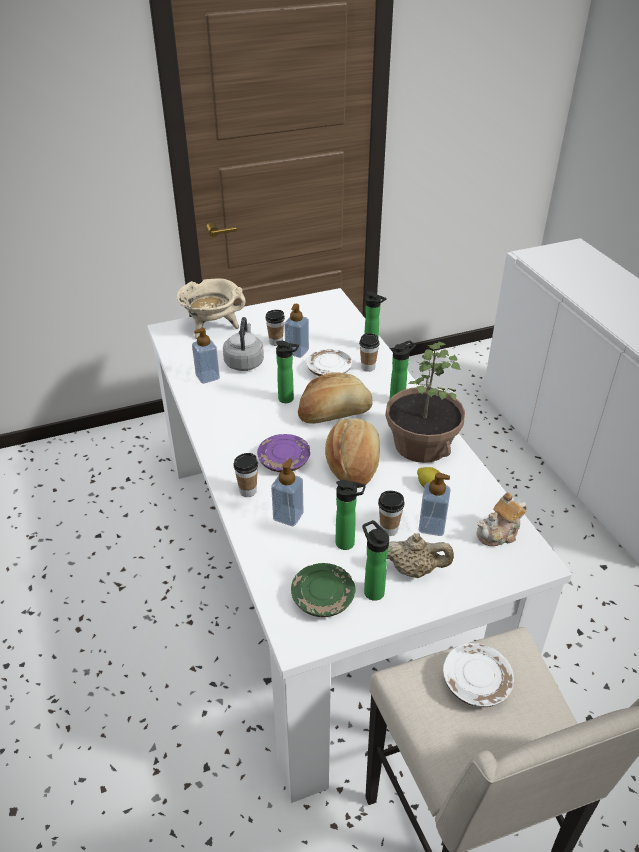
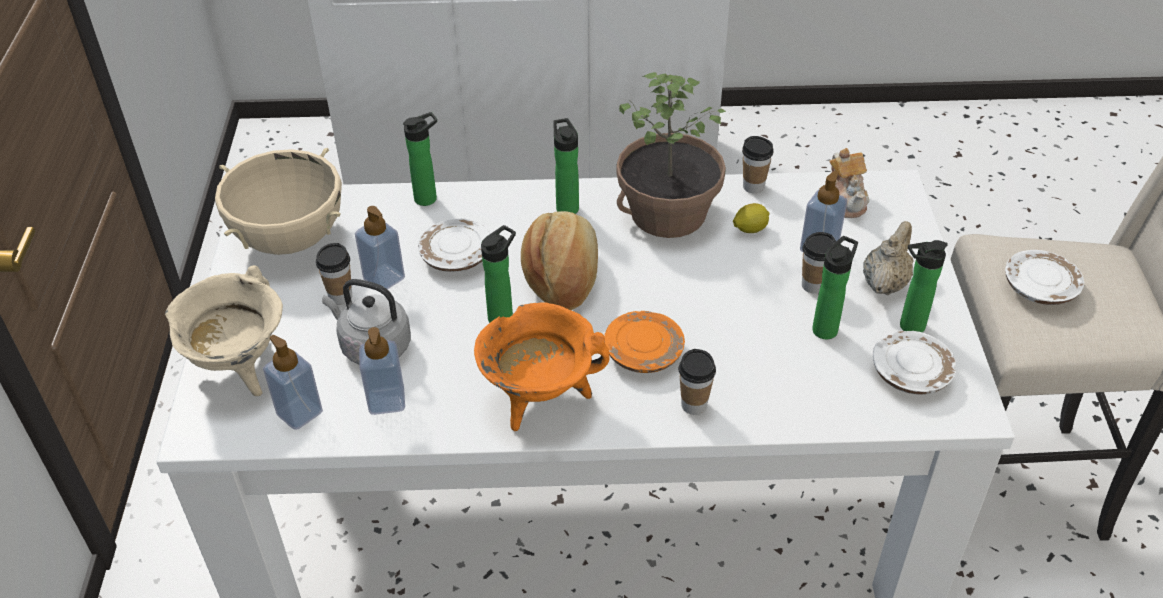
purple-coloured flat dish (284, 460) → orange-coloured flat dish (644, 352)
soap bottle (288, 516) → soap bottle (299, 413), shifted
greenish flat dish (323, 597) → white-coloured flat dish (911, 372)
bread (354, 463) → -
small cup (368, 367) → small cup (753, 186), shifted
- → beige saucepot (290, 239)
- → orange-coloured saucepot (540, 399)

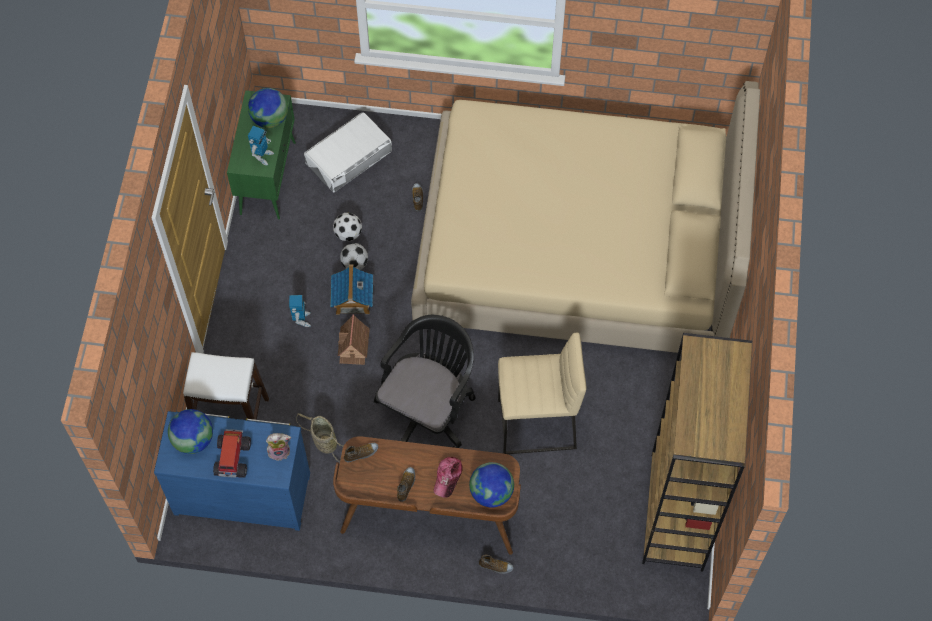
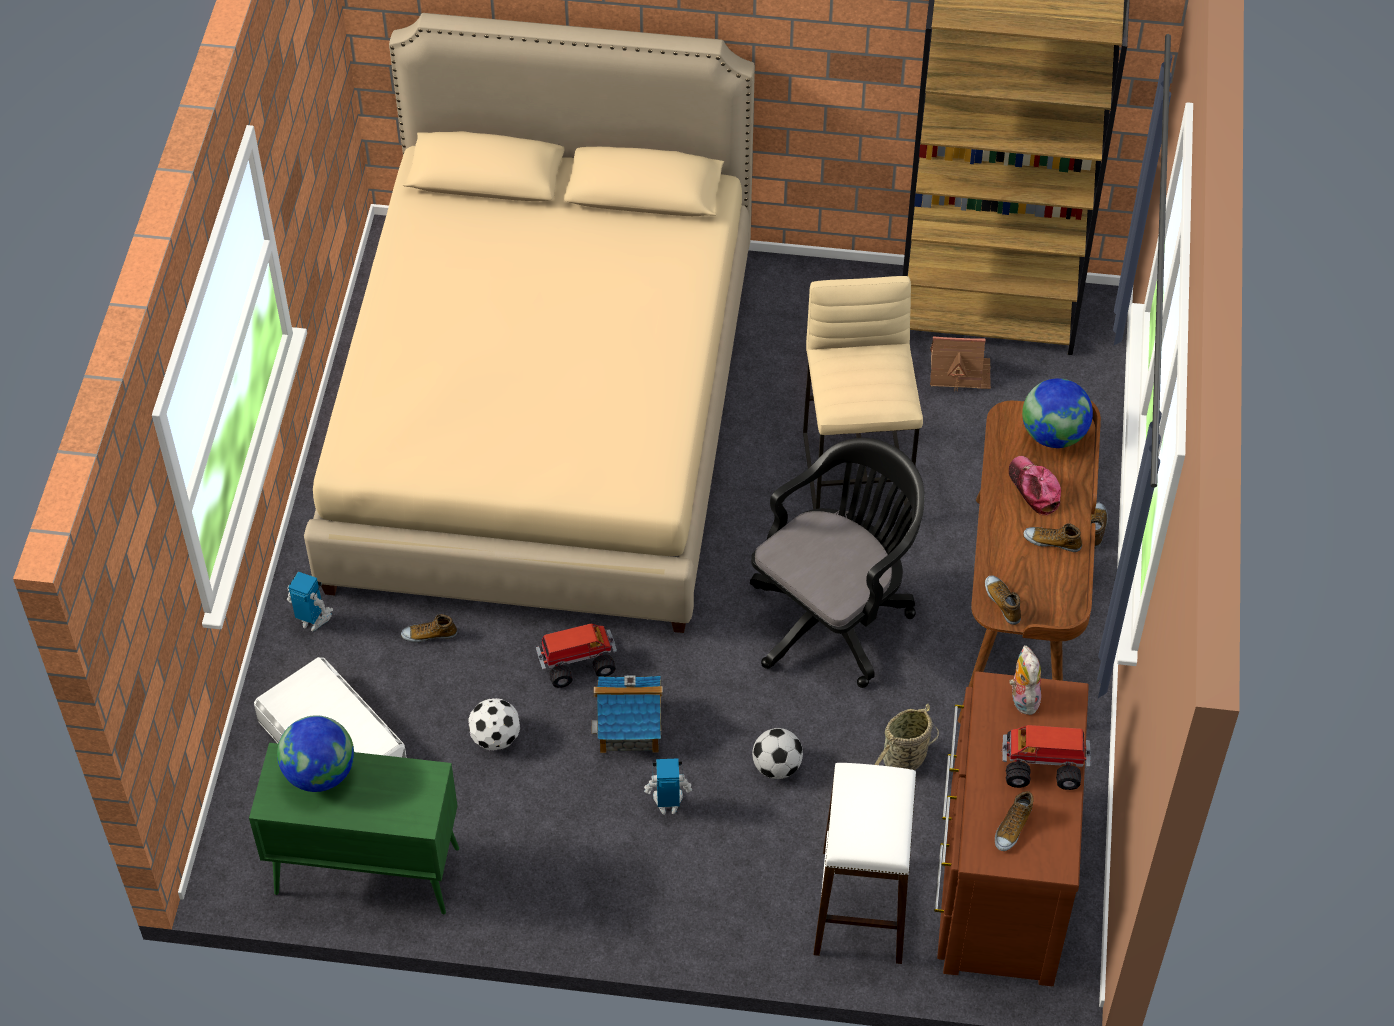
bluish chest of drawers (242, 490) → brown-coloured chest of drawers (998, 881)
world globe (193, 440) → item of footwear (1012, 827)
robot figure (262, 156) → robot figure (313, 621), shifted
model house (353, 346) → model house (959, 372), shifted
ball for football (354, 263) → ball for football (776, 767), shifted
black-coloured desk chair (428, 409) → black-coloured desk chair (835, 616), 105 degrees clockwise
cap (448, 477) → cap (1034, 488), 135 degrees counterclockwise
- → toy lorry (576, 663)

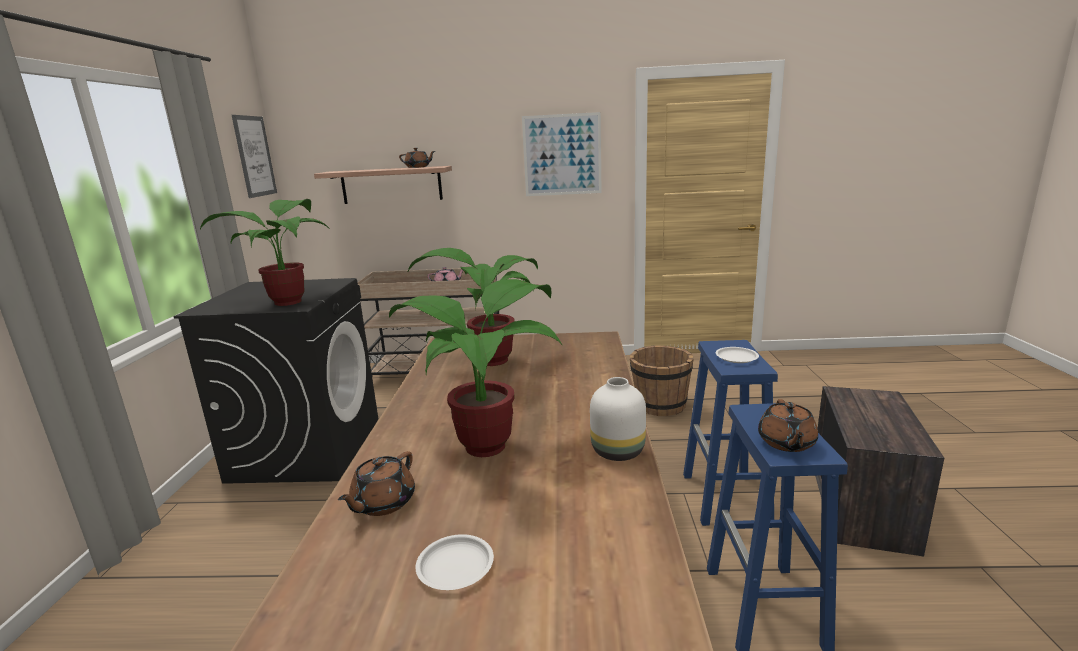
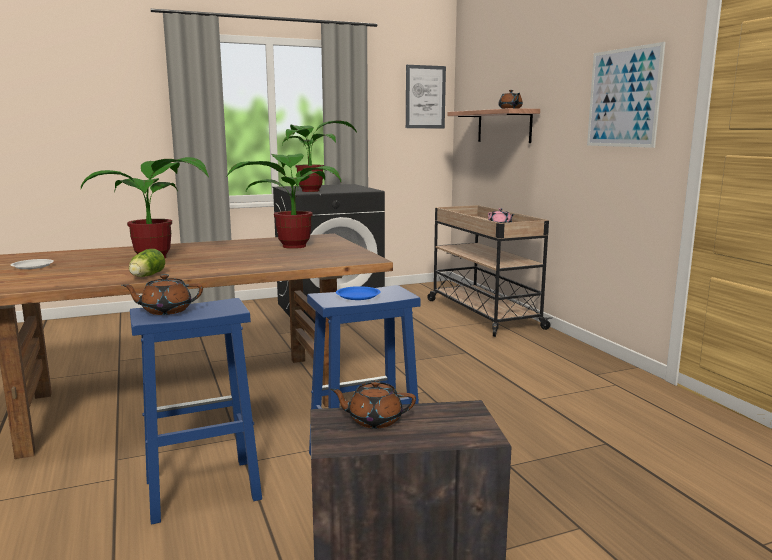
brown-coloured pot for tea (382, 503) → brown-coloured pot for tea (374, 420), shifted
white-coloured vase (617, 450) → head of lettuce (146, 276)
brown-coloured water bucket (660, 406) → -
white-coloured flat dish (736, 358) → bluish flat dish (357, 296)

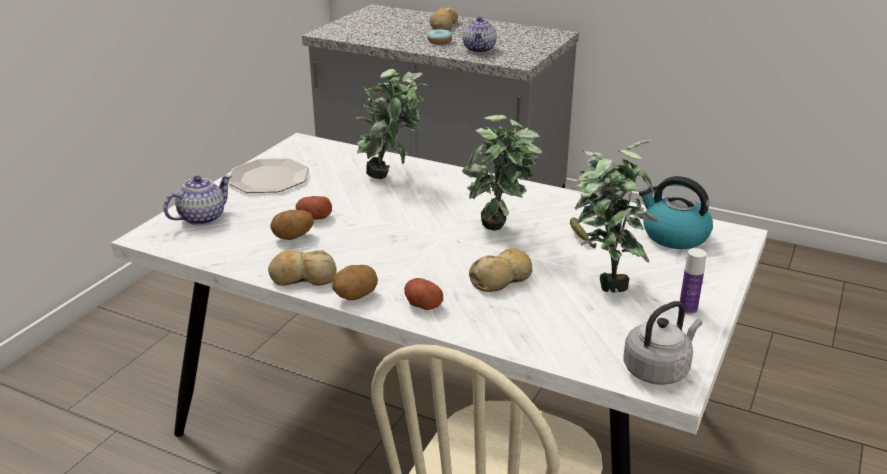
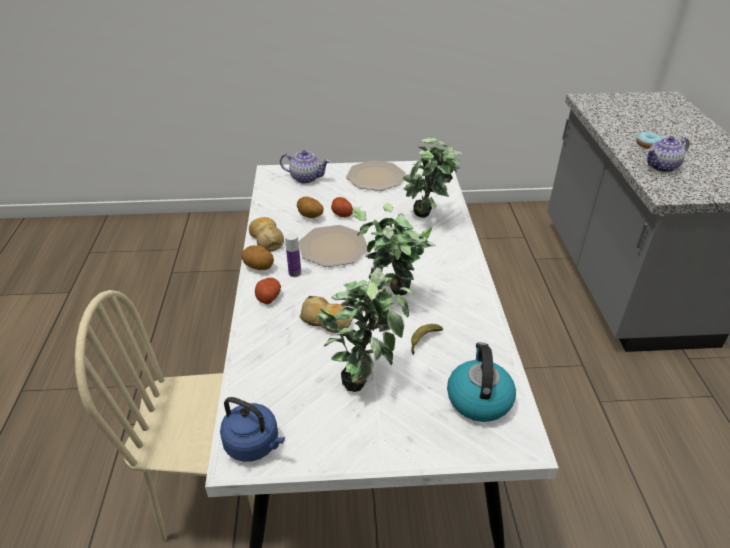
bread (443, 25) → -
greyish tea kettle (658, 370) → bluish tea kettle (254, 444)
drink bottle (687, 309) → drink bottle (295, 273), shifted
- → flat dish (332, 247)

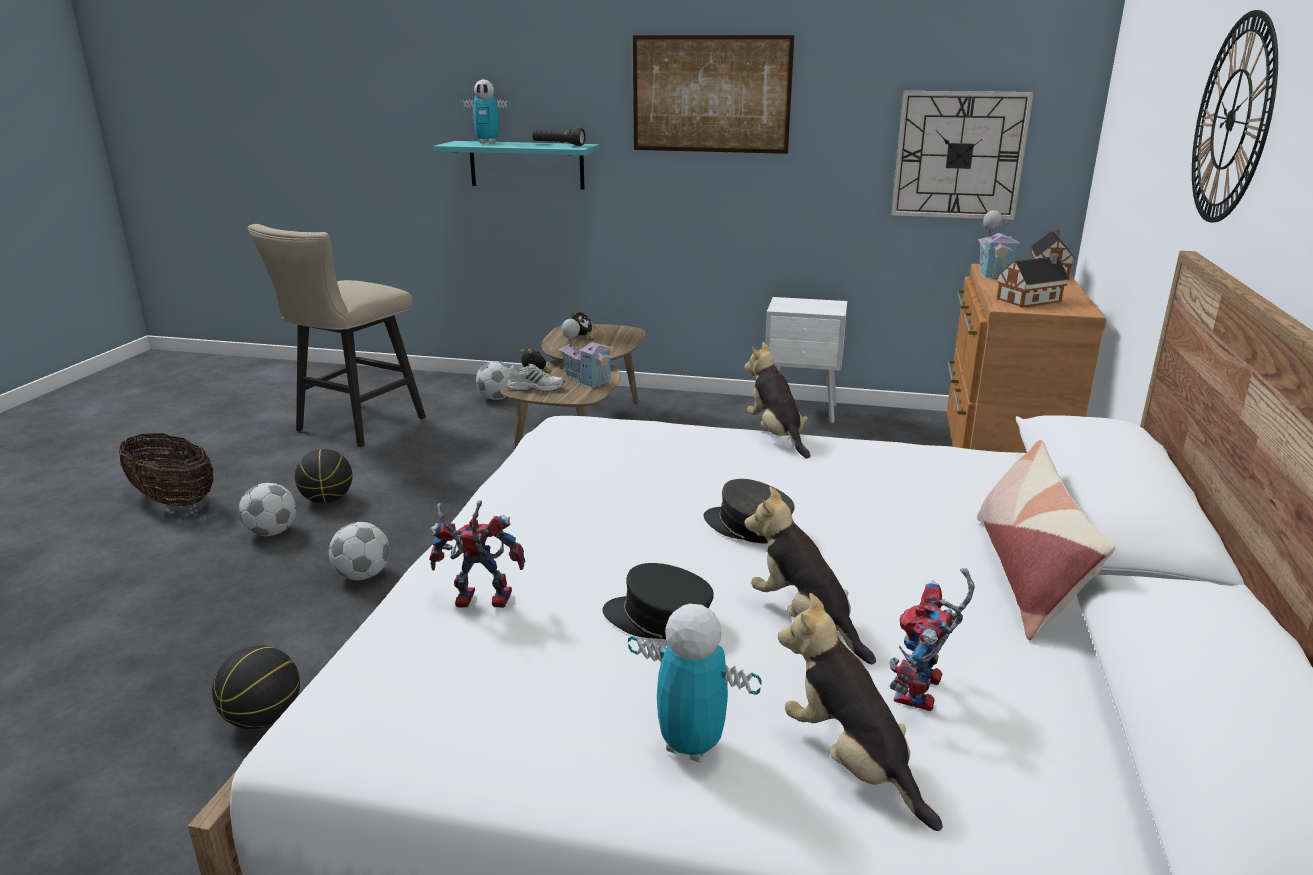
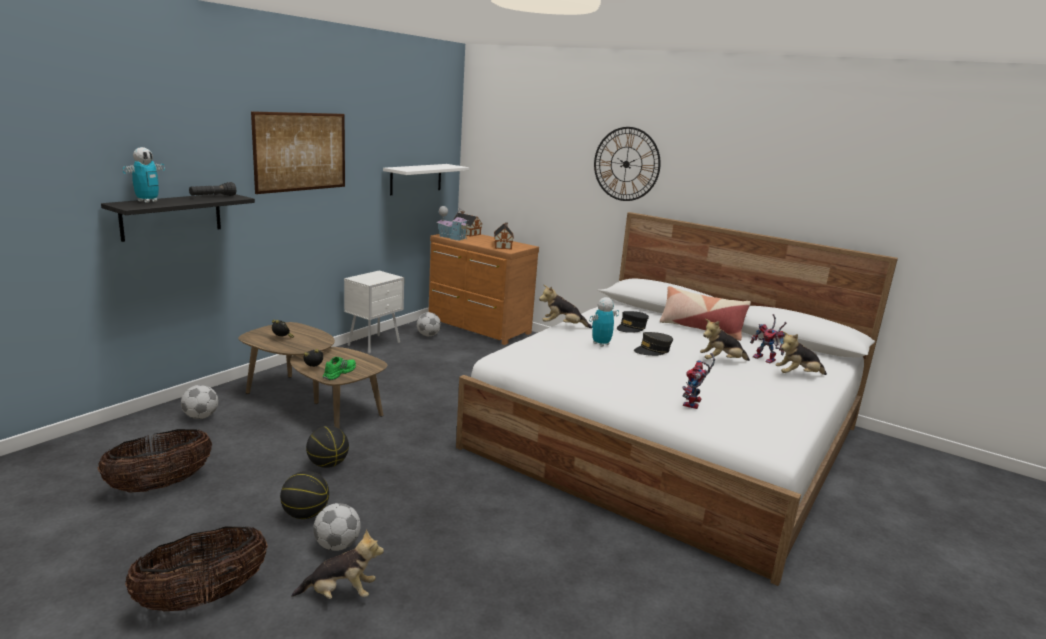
basketball (264, 718) → basketball (328, 464), shifted
beige stool (353, 426) → household basket (160, 485)
ball for football (363, 575) → ball for football (428, 335), shifted
blue-green bracket shelf (526, 165) → black-coloured bracket shelf (171, 216)
white-coloured item of footwear (536, 388) → greenish item of footwear (339, 373)
model house (587, 379) → -
black-coloured cap (658, 619) → black-coloured cap (631, 328), shifted
robot figure (690, 746) → robot figure (601, 344), shifted
hanging clock (959, 155) → white-coloured bracket shelf (416, 179)
- → cuddly toy (340, 594)

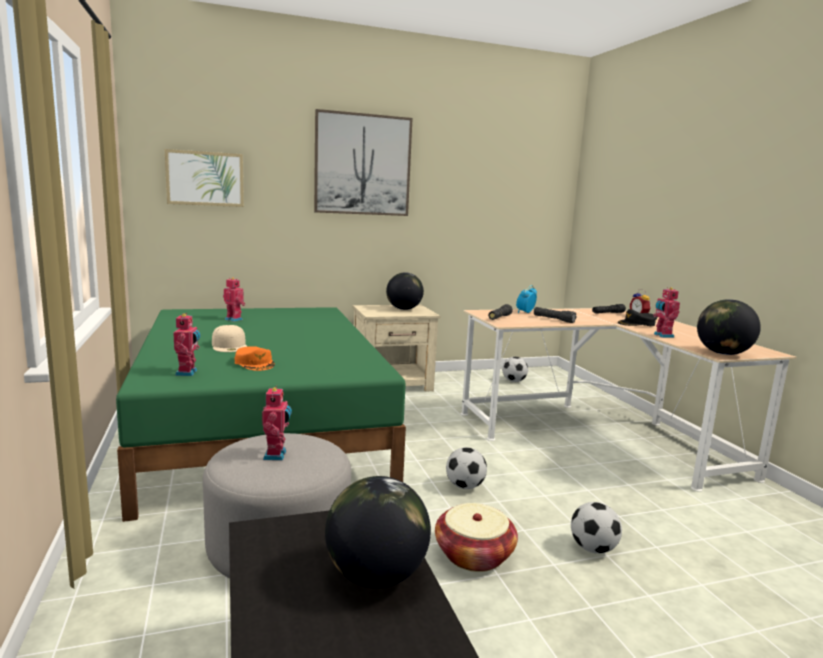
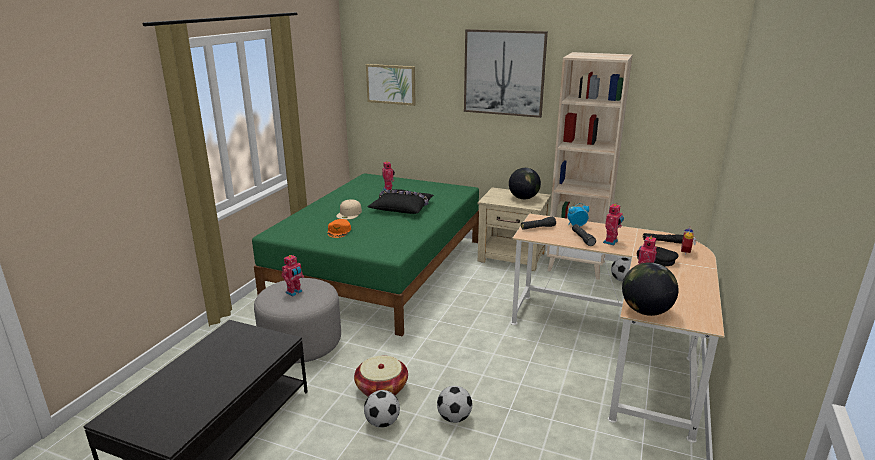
robot figure (188, 373) → robot figure (611, 242), shifted
world globe (376, 576) → -
ball for football (465, 486) → ball for football (382, 422), shifted
- → black-coloured pillow (402, 207)
- → beige bookcase (577, 266)

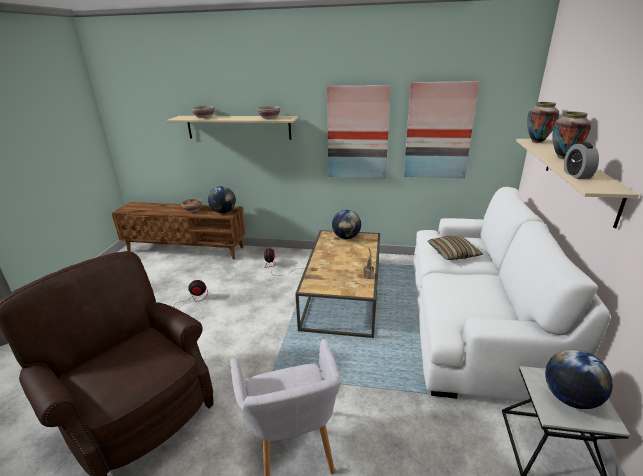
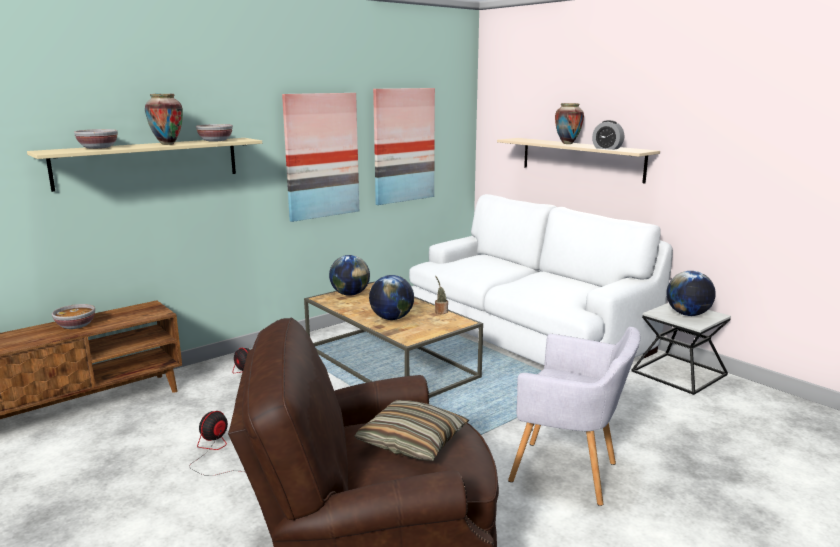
world globe (223, 212) → world globe (391, 318), shifted
pillow (452, 253) → pillow (412, 441), shifted
vase (537, 142) → vase (167, 144), shifted

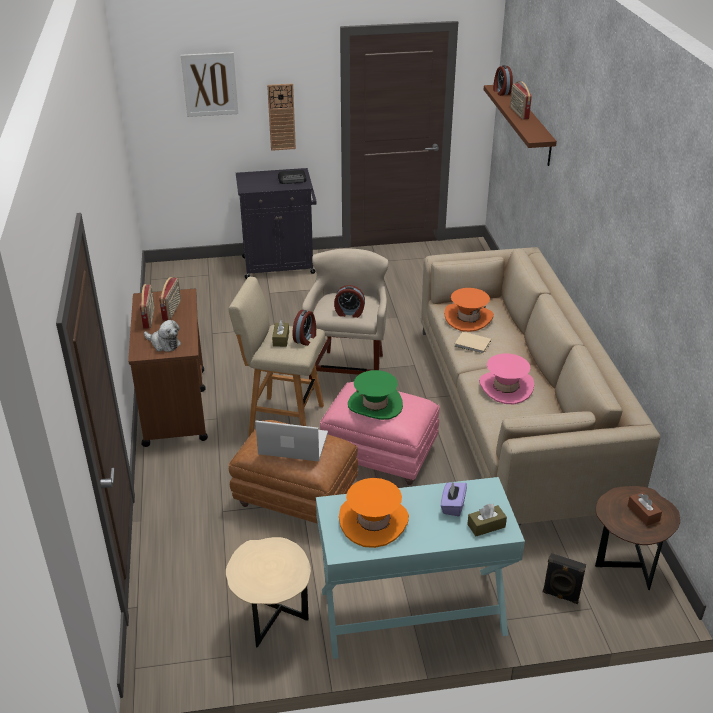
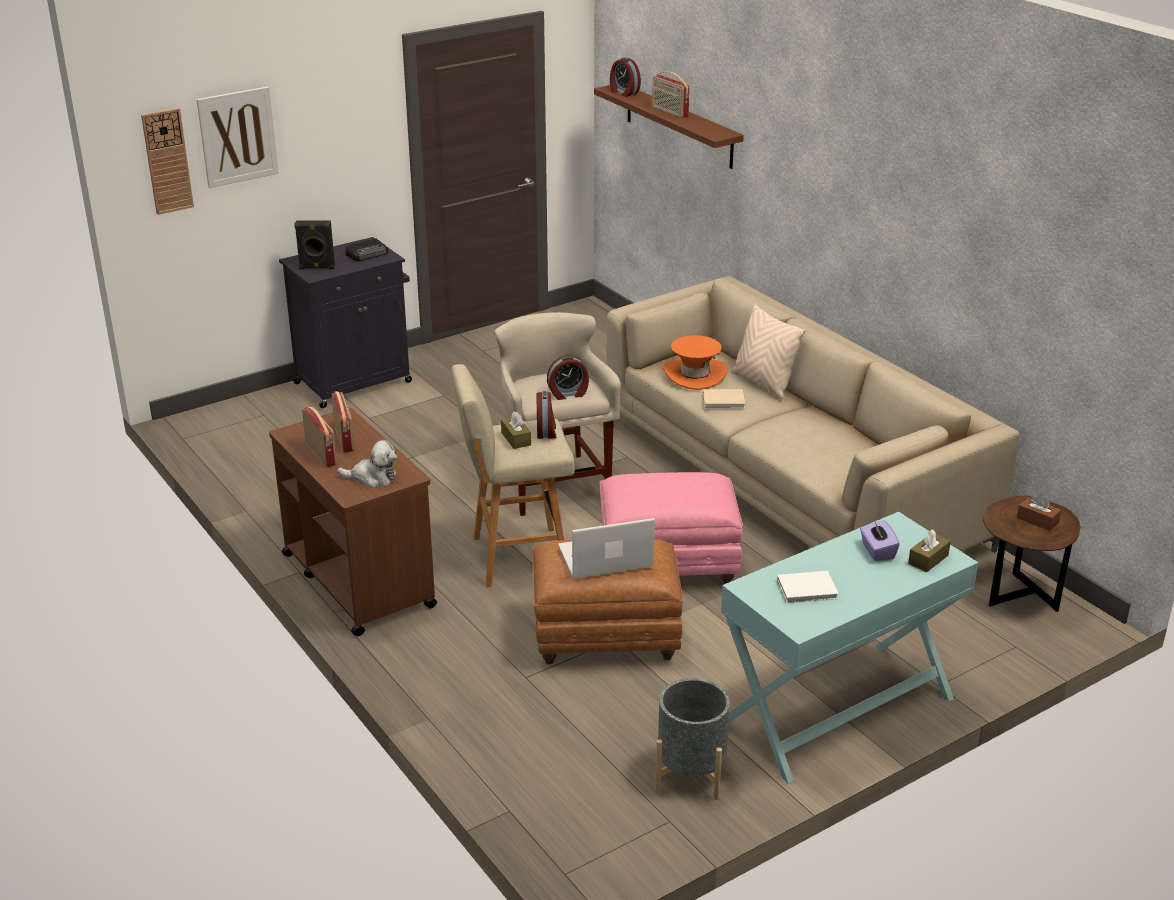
beige accent table (272, 624) → greyish plant pot (691, 773)
hanging clock (281, 117) → hanging clock (167, 161), shifted
orange-coloured clothing hat (373, 521) → white-coloured bound book (809, 589)
greenish clothing hat (375, 405) → -
pink clothing hat (506, 387) → -
black-coloured audio speaker (560, 596) → black-coloured audio speaker (317, 267), shifted
- → beige pillow (763, 383)

